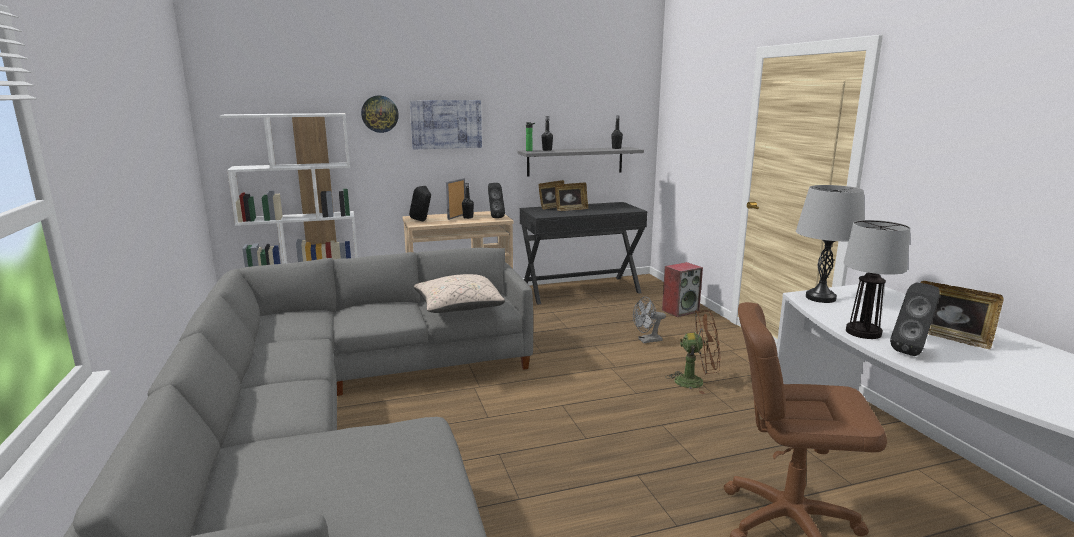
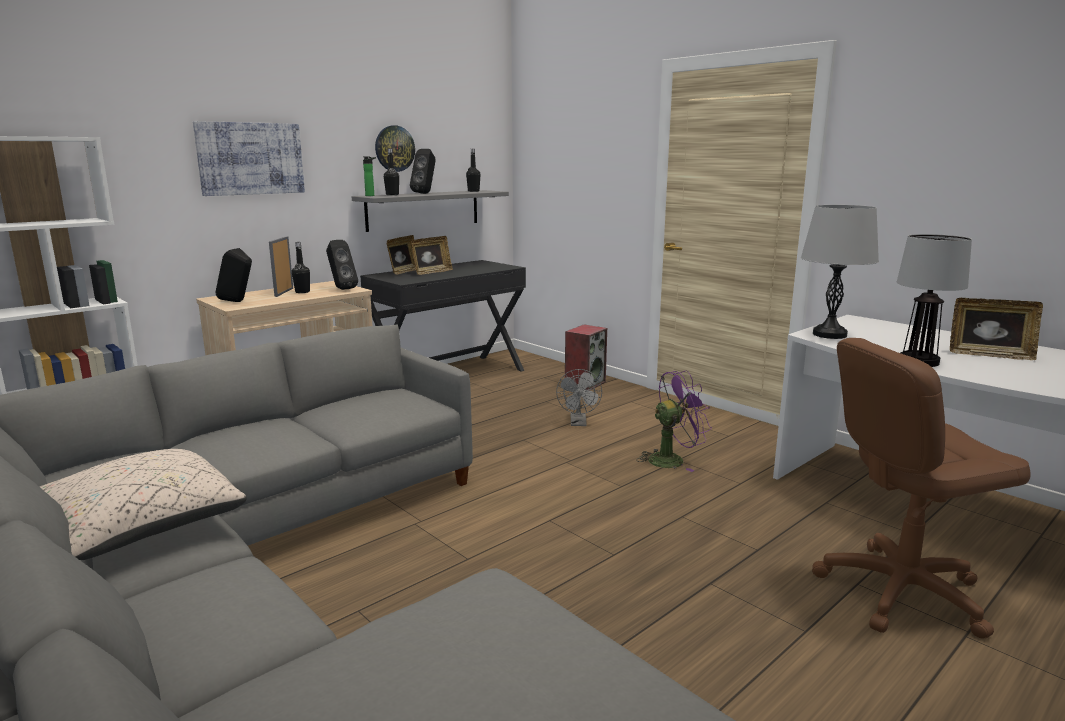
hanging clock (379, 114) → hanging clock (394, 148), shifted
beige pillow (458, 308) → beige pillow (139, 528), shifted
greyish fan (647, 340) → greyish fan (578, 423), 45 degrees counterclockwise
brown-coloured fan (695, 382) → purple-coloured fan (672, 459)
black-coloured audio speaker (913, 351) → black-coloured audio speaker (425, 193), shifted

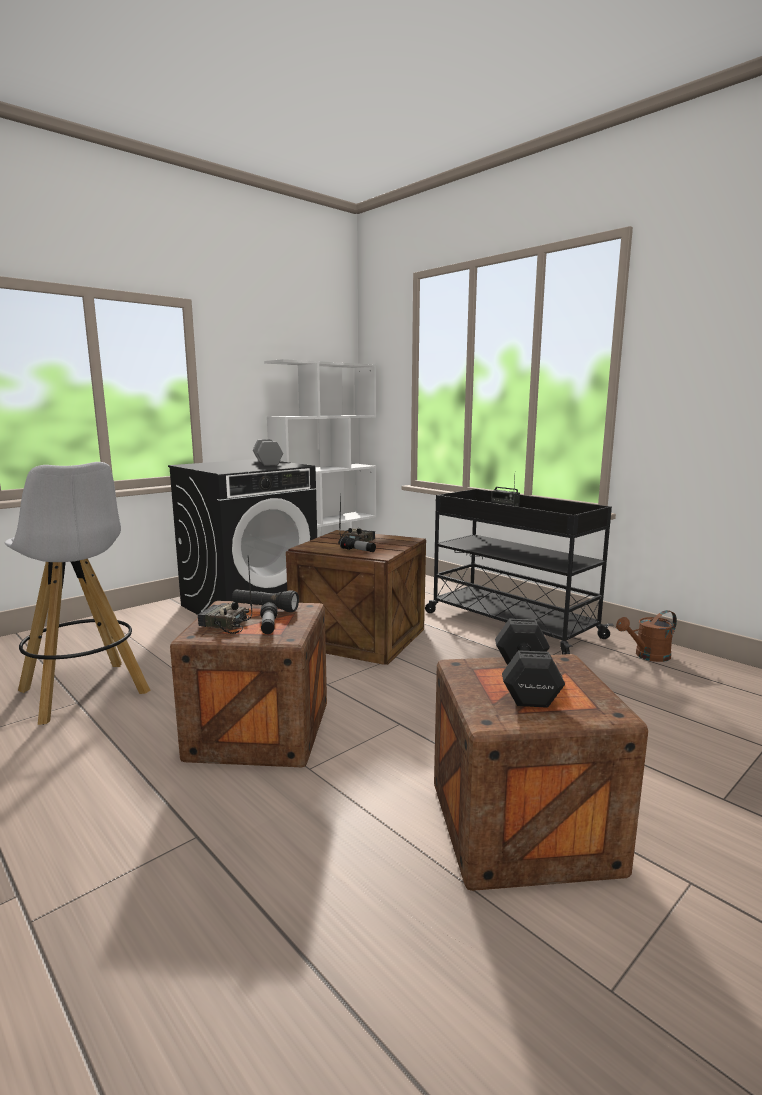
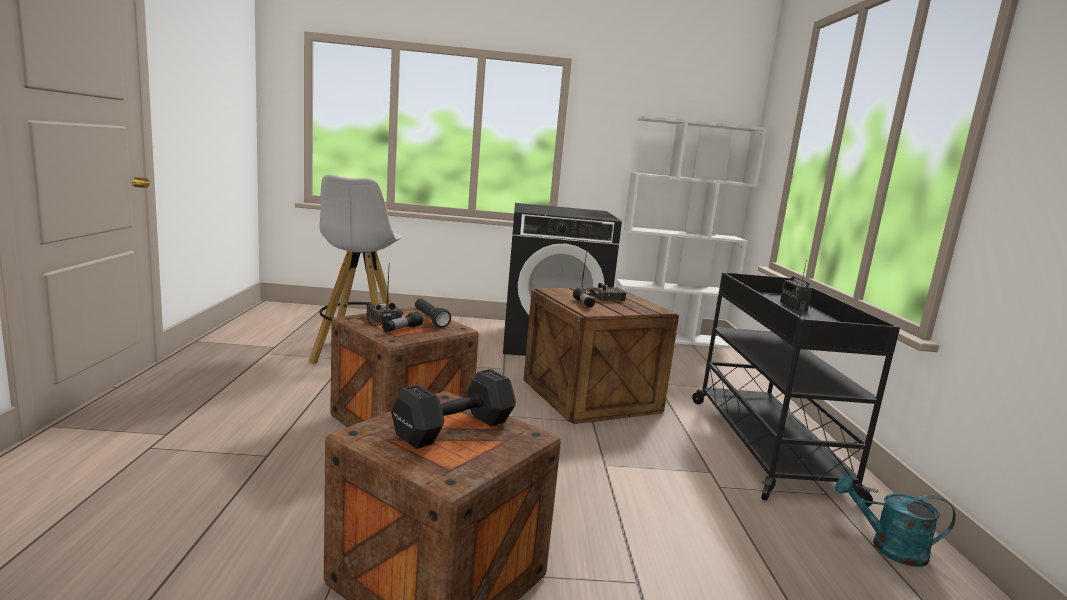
greyish free weight (268, 463) → -
brown-coloured watering pot (647, 656) → blue-green watering pot (888, 548)

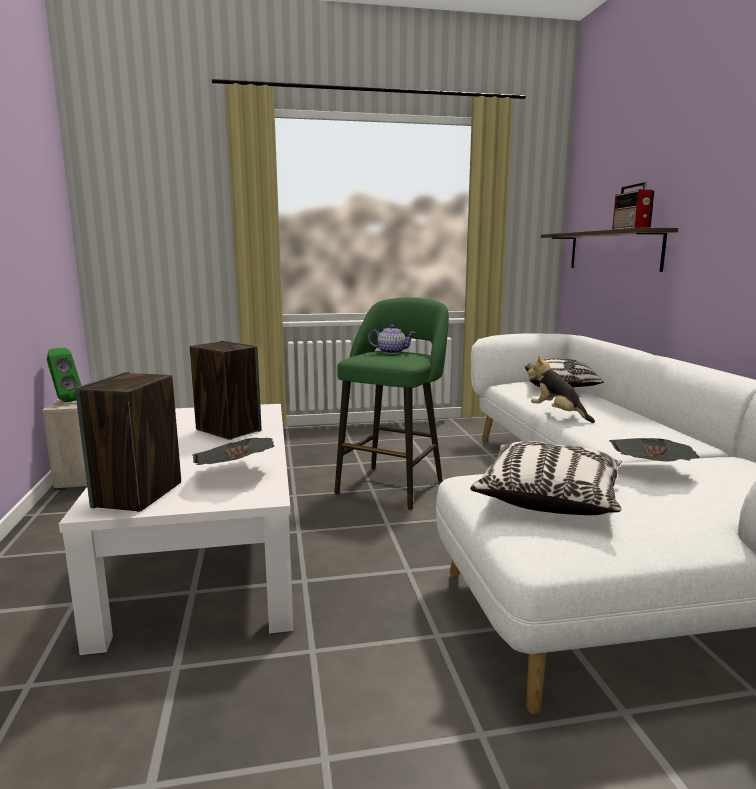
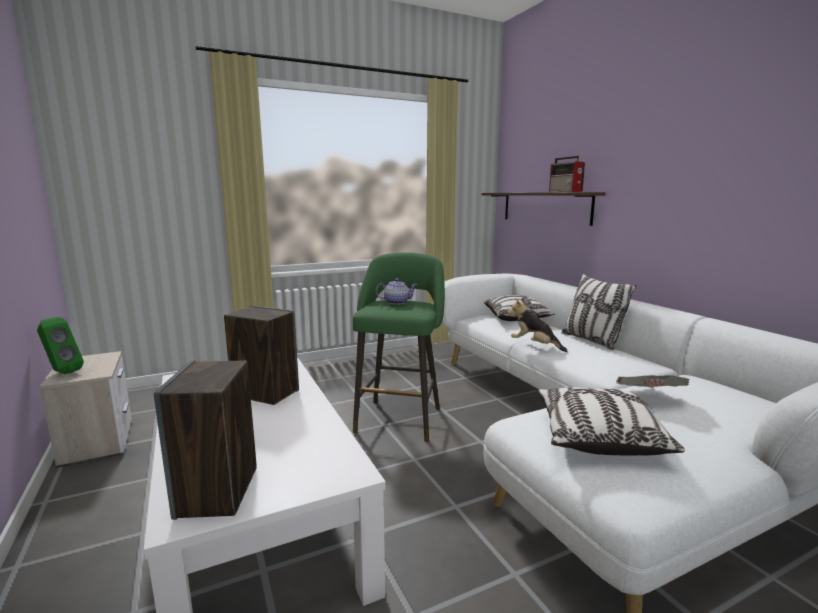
newspaper (234, 473) → -
- → pillow (591, 341)

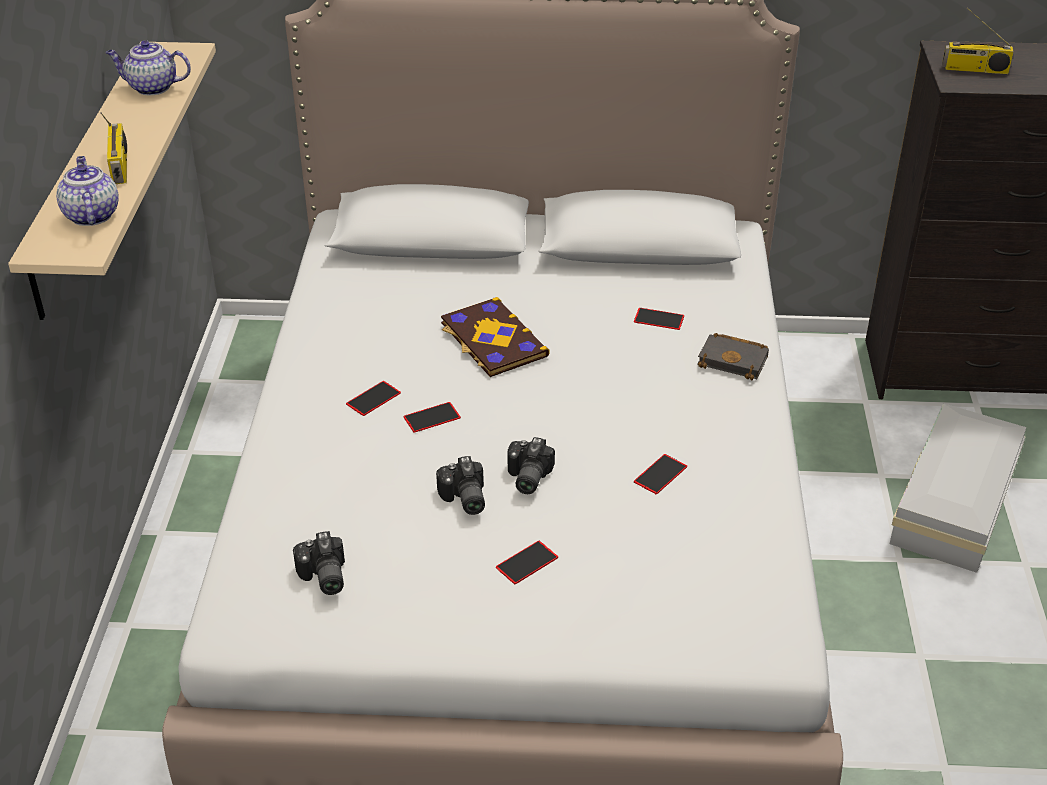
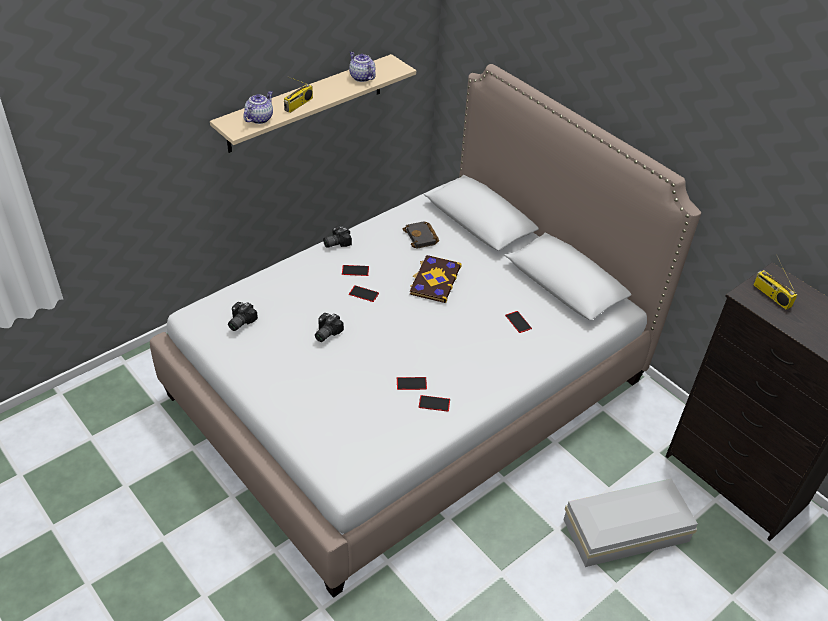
handset (527, 562) → handset (434, 403), shifted
photo camera (526, 477) → photo camera (336, 242), shifted
black-coloured bound book (735, 360) → black-coloured bound book (422, 237), shifted

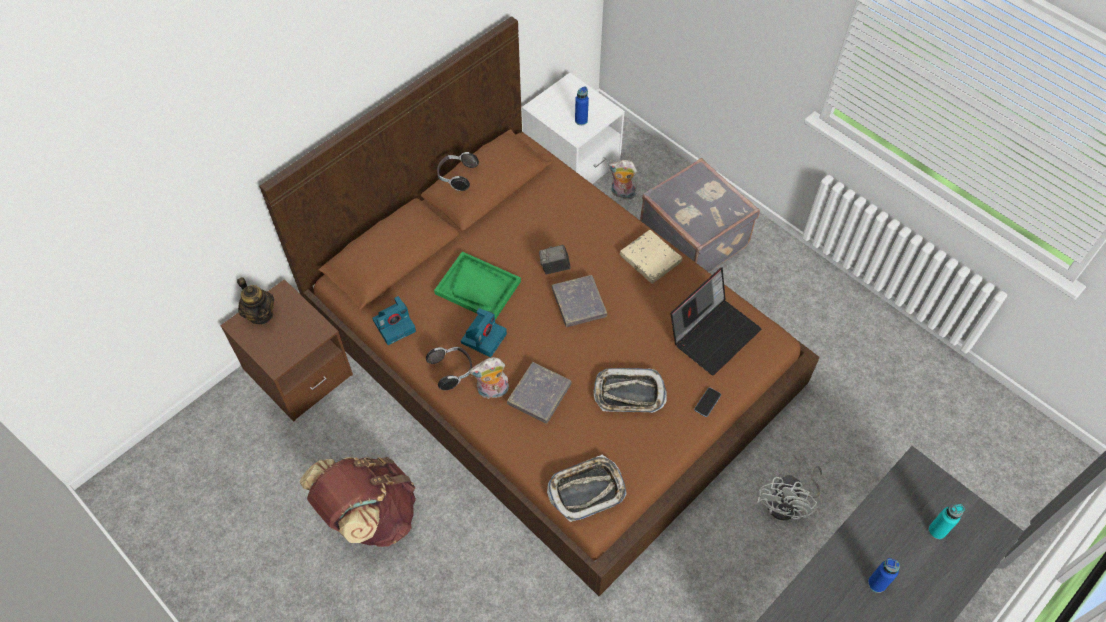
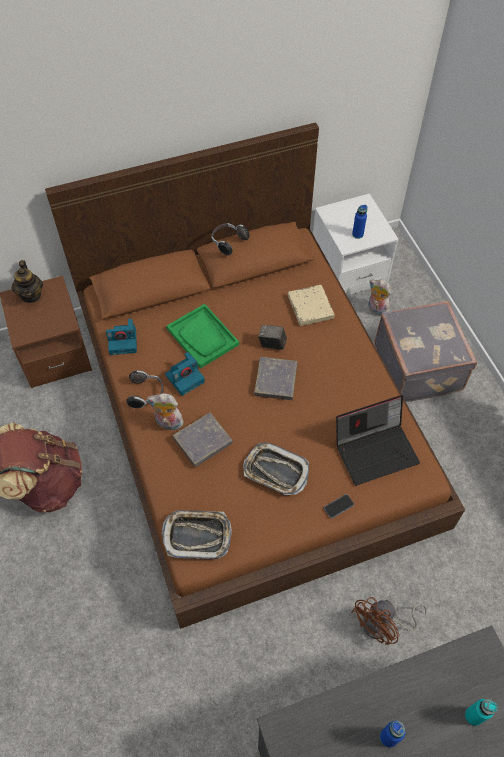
beige bound book (650, 259) → beige bound book (310, 307), shifted
white-coloured fan (788, 504) → brown-coloured fan (383, 625)

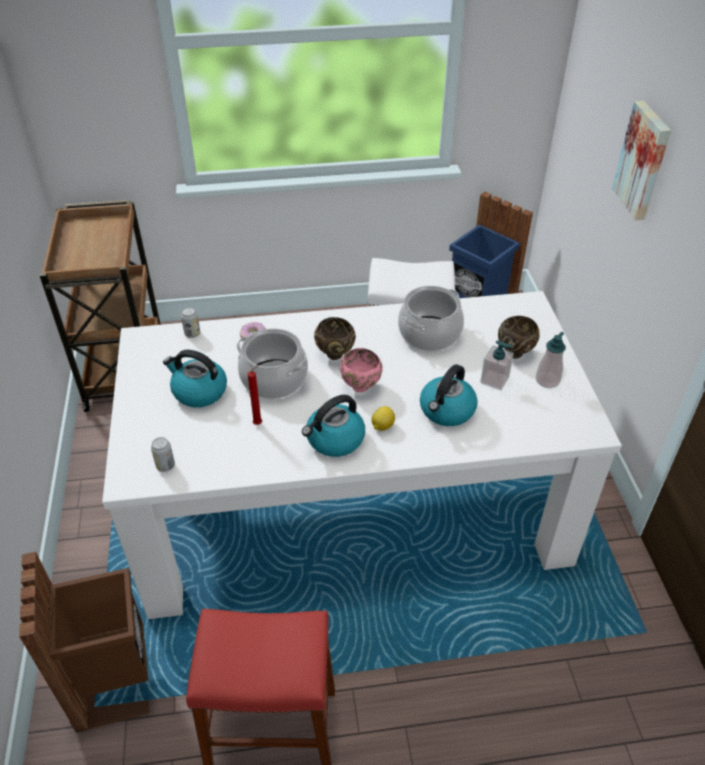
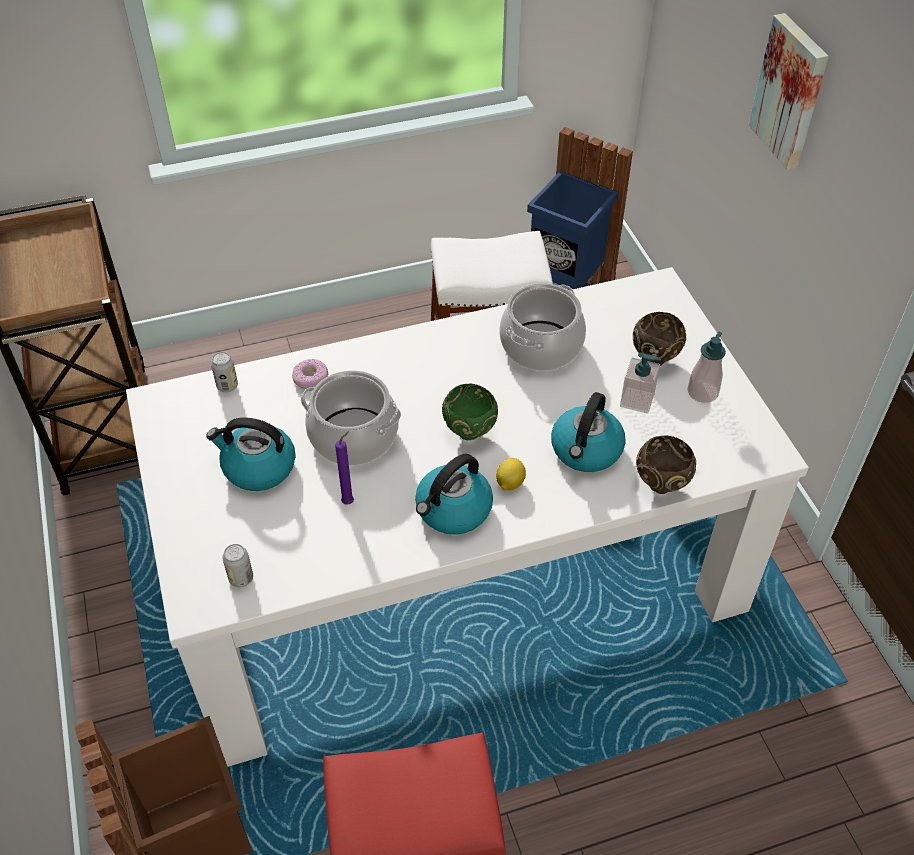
red-coloured candle (259, 423) → purple-coloured candle (349, 501)
brown-coloured serving bowl (335, 355) → brown-coloured serving bowl (662, 485), shifted
pink serving bowl (361, 387) → greenish serving bowl (470, 433)

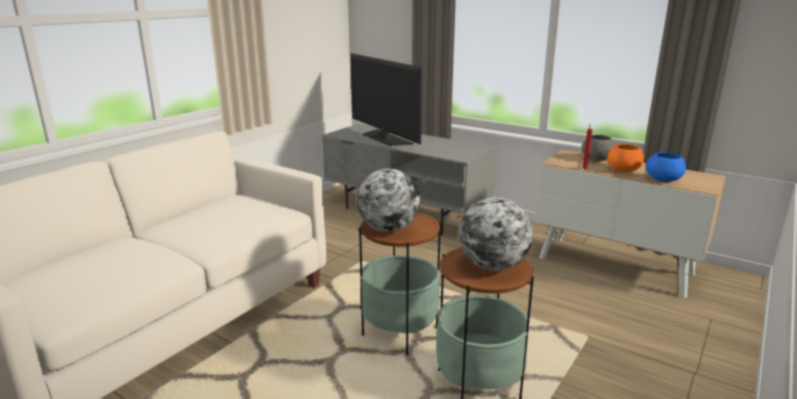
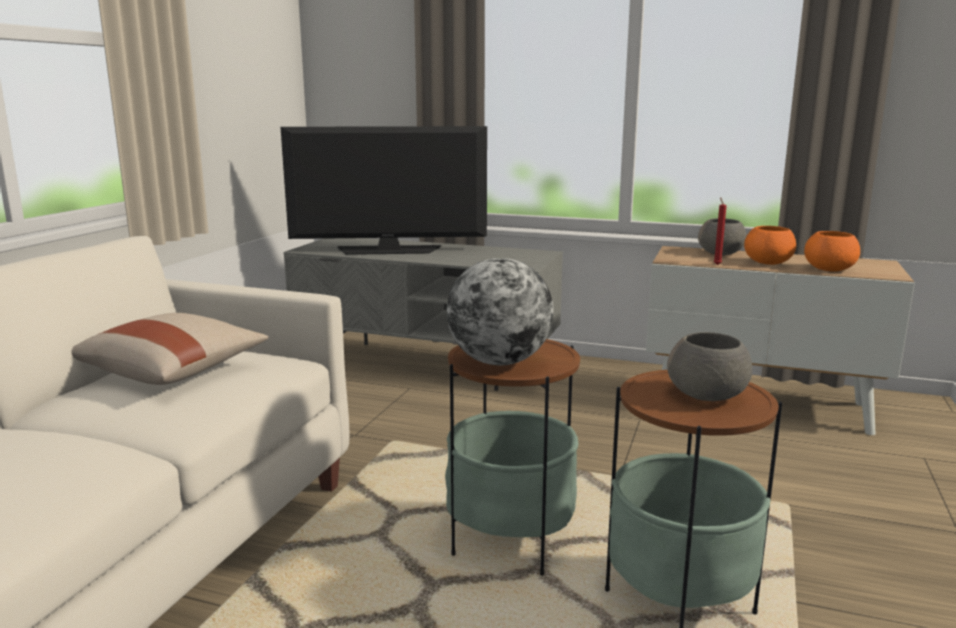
TV set (385, 138) → TV set (389, 250), 45 degrees counterclockwise
world globe (493, 266) → greyish serving bowl (708, 396)
bluish serving bowl (664, 180) → orange-coloured serving bowl (830, 269)
- → beige pillow (174, 372)

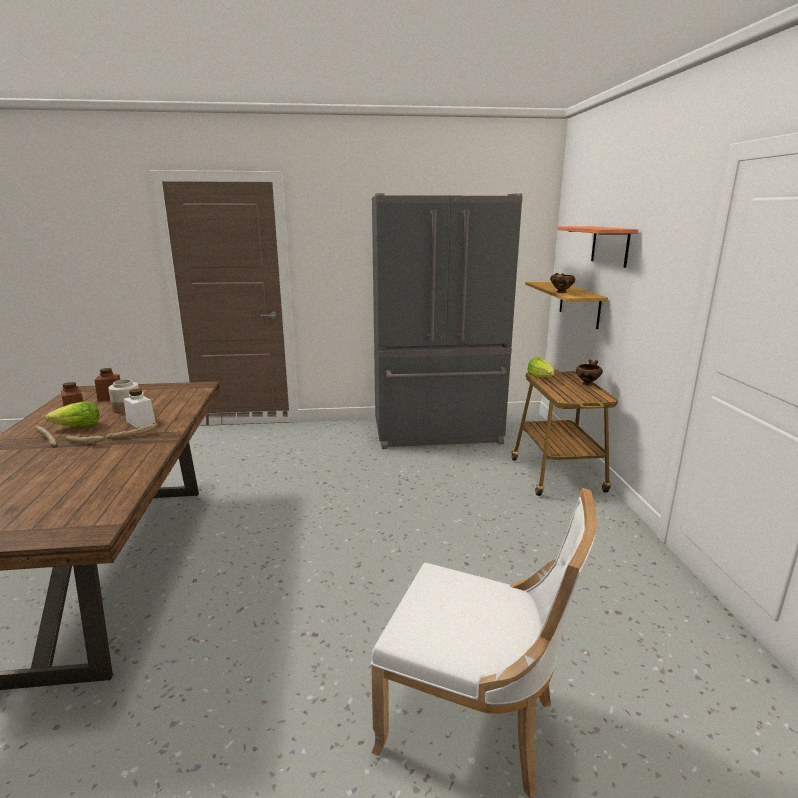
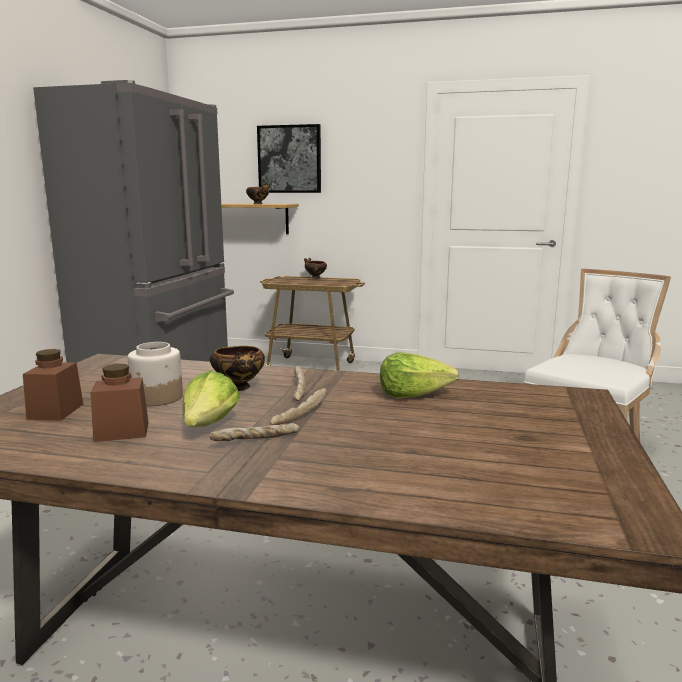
white-coloured jar (141, 422) → serving bowl (240, 388)
head of lettuce (540, 377) → head of lettuce (413, 394), shifted
bracket shelf (610, 246) → picture (289, 159)

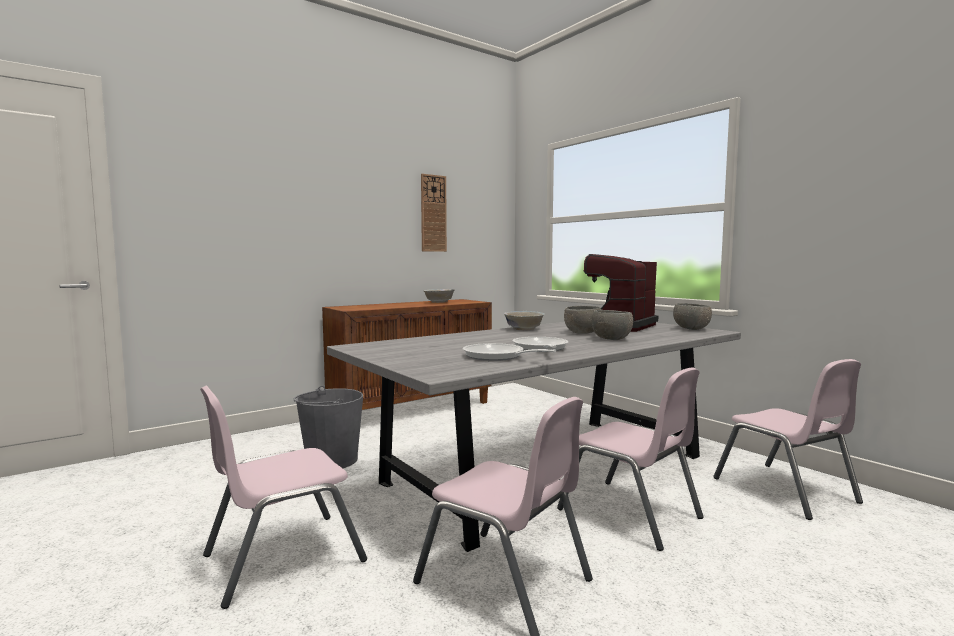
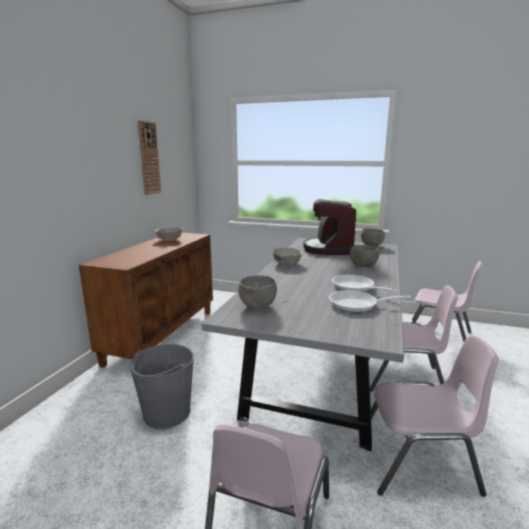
greyish serving bowl (582, 333) → greyish serving bowl (257, 306), shifted

